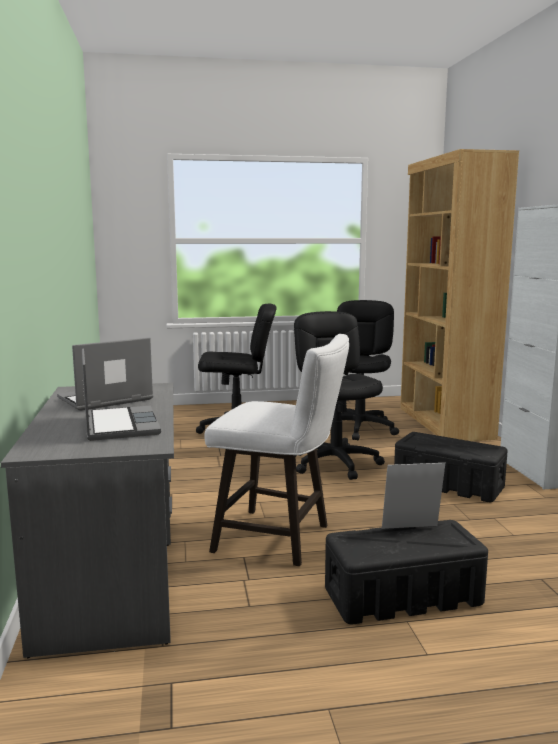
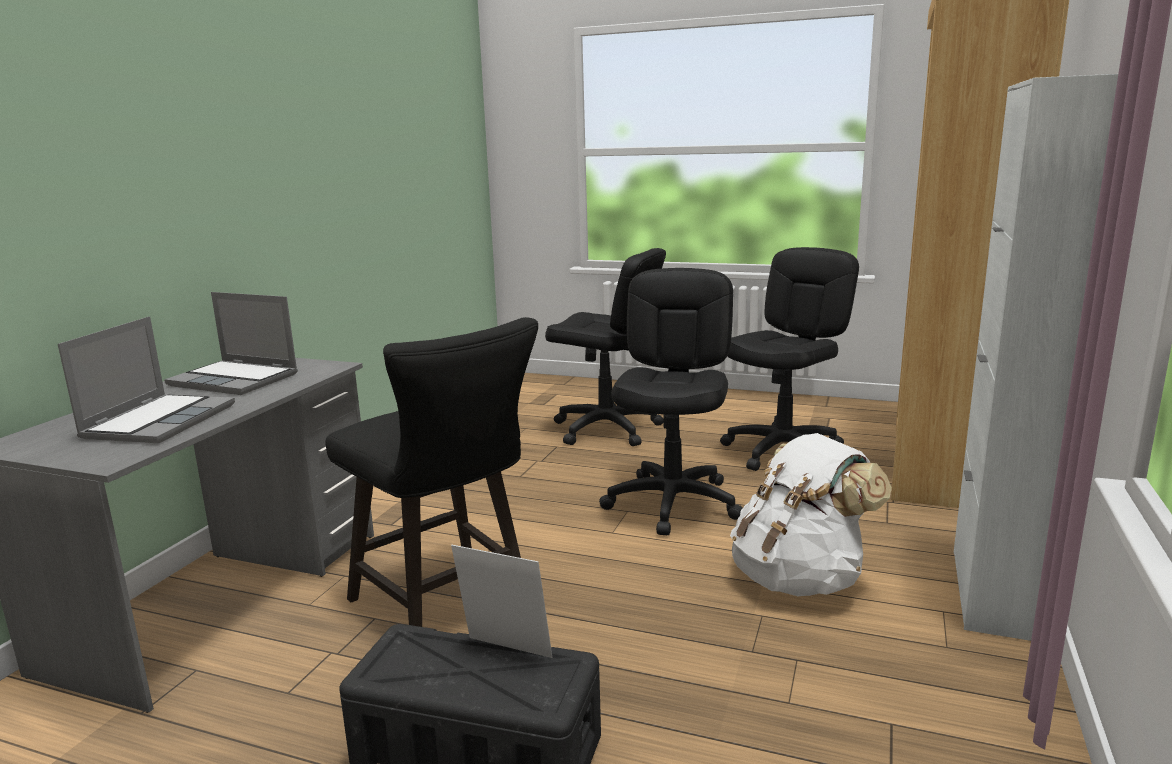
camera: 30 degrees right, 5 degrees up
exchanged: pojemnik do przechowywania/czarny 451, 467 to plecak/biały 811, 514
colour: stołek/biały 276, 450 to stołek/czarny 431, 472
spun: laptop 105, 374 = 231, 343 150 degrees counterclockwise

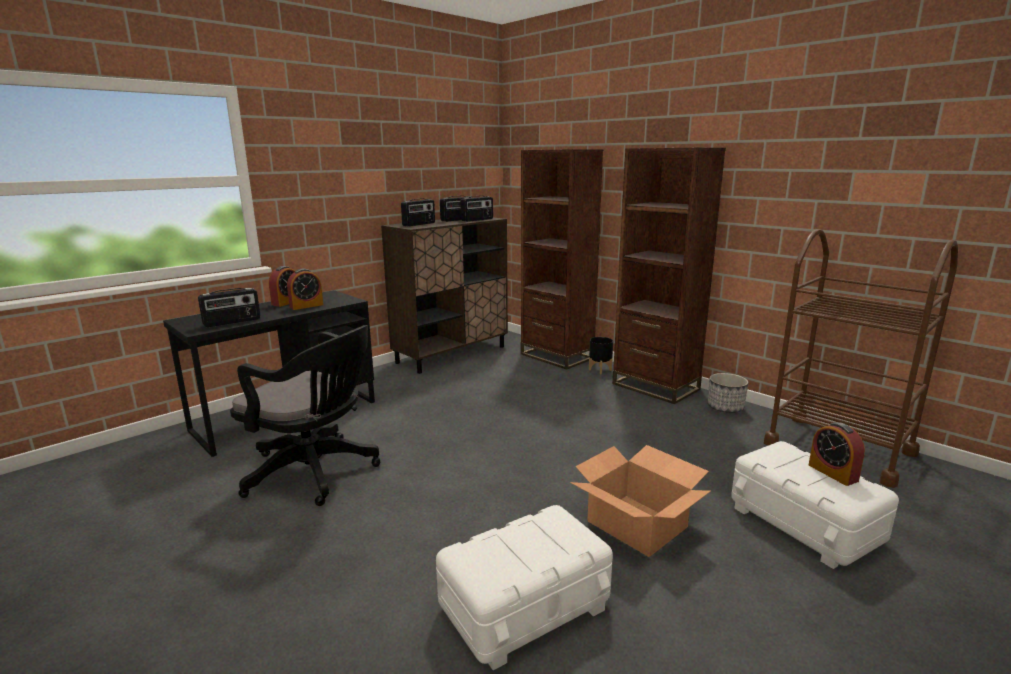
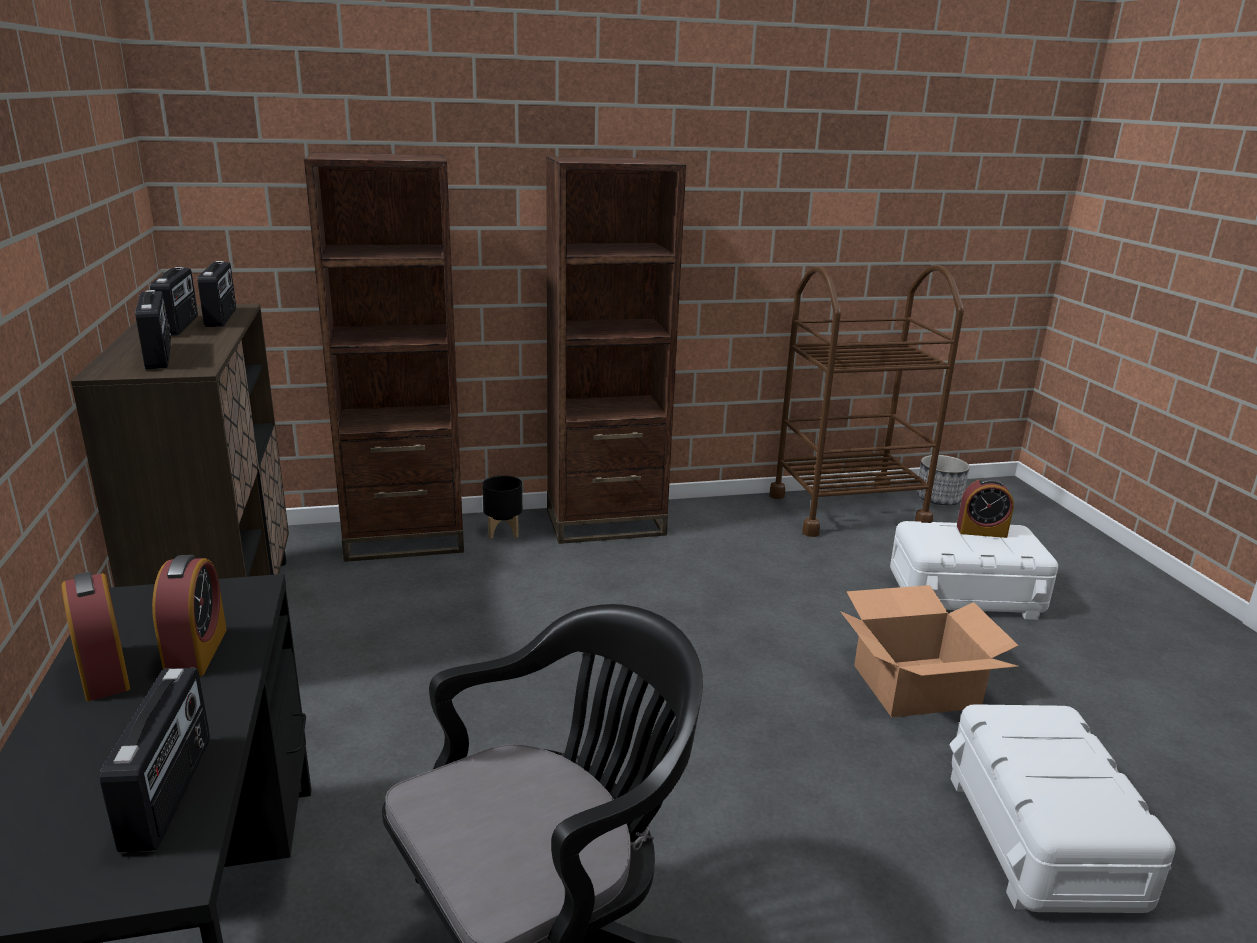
camera: 60 degrees left, 5 degrees up
relocated: donica 728, 393 to 943, 480

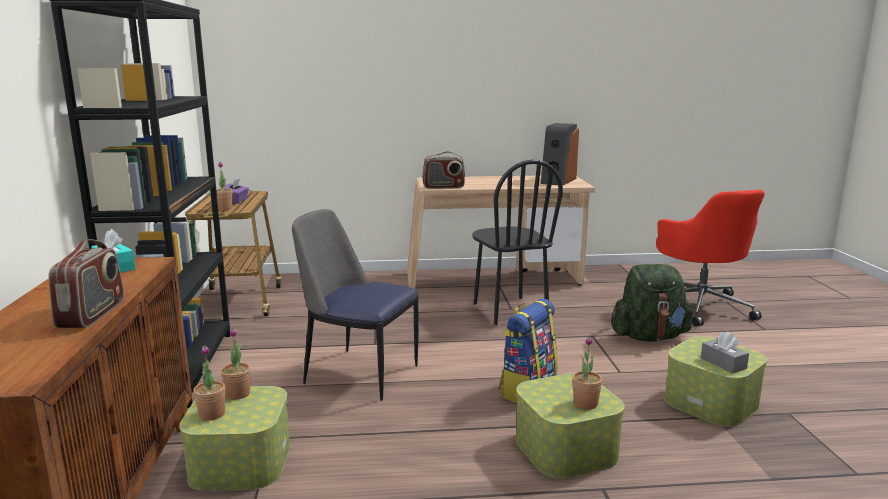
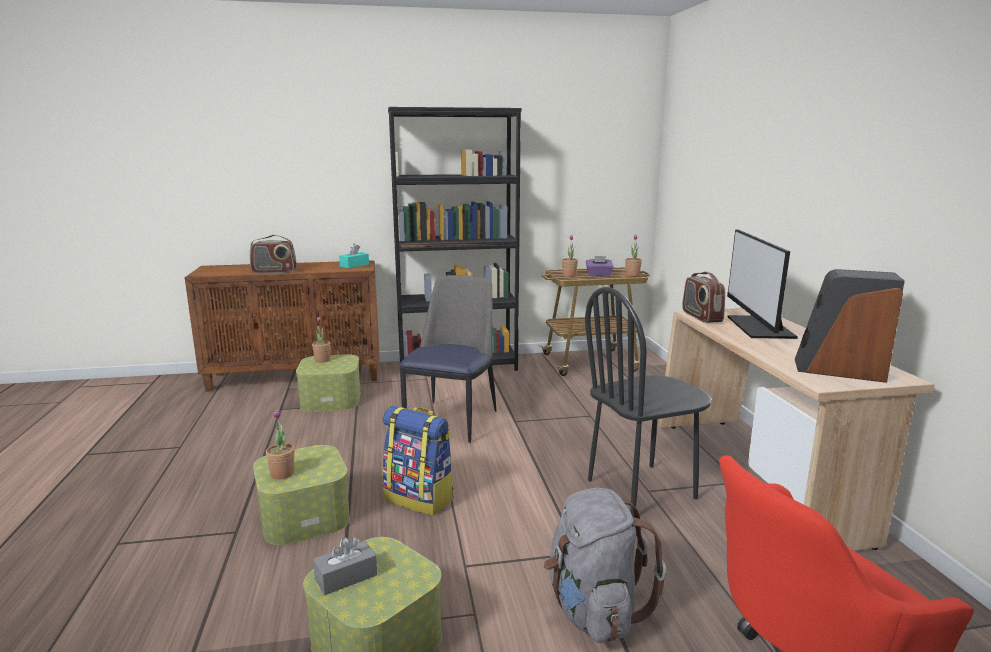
camera: 85 degrees right, 0 degrees up
appeared: monitor 762, 284
relocated: roślina doniczkowa 236, 364 to 633, 256
colour: plecak/zielony 652, 303 to plecak/szary 605, 565

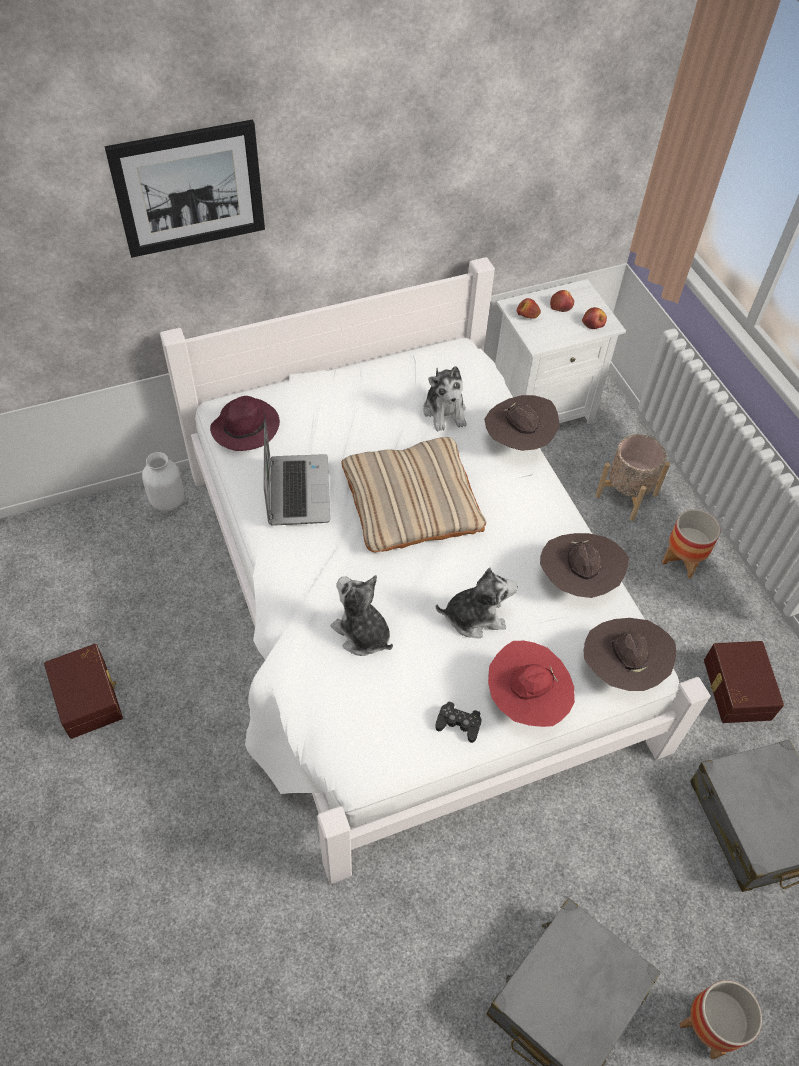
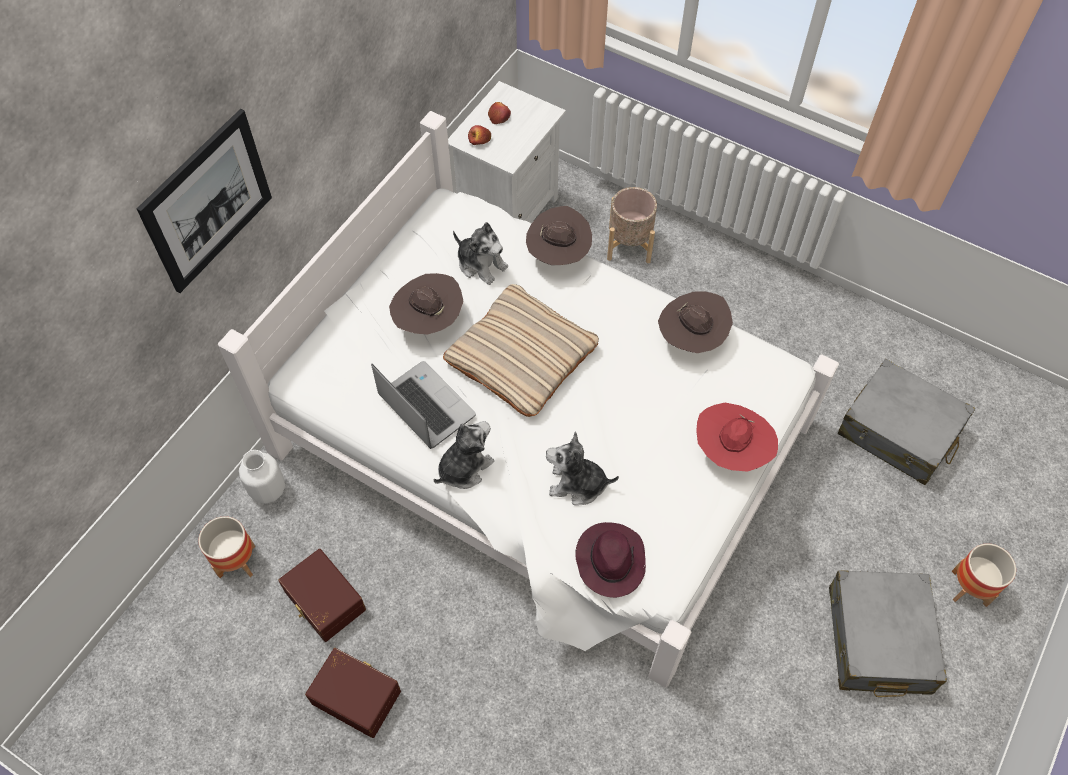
camera: 35 degrees left, 5 degrees up
missing: pad do gier/czarny 458, 722; jabłko 594, 318
relocated: kapelusz/fioletowy 245, 423 to 610, 560; pluszak 477, 602 to 464, 455; kapelusz/brązowy 630, 654 to 426, 304; donica 691, 543 to 227, 547; pojemnik do przechowywania/brązowy 744, 682 to 322, 595

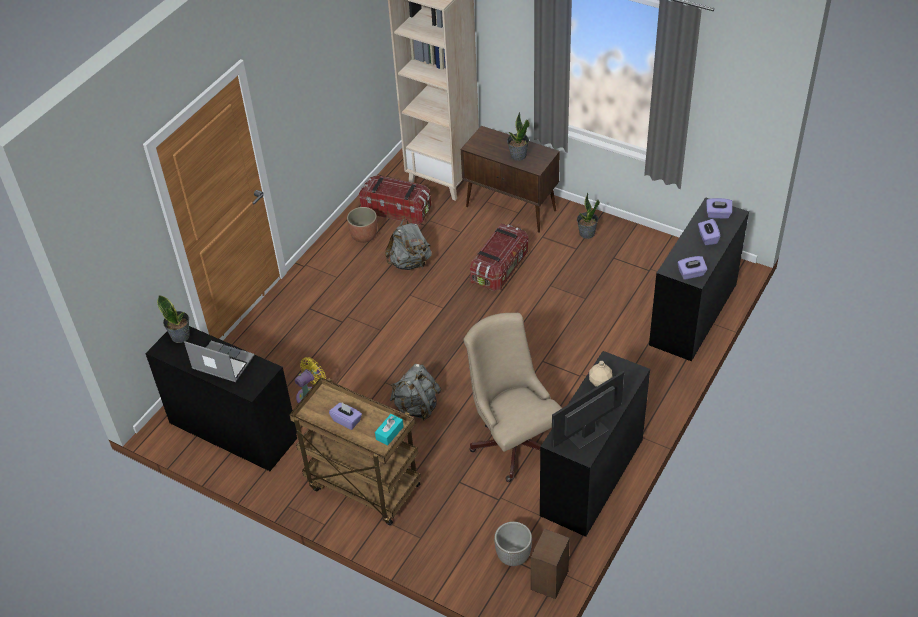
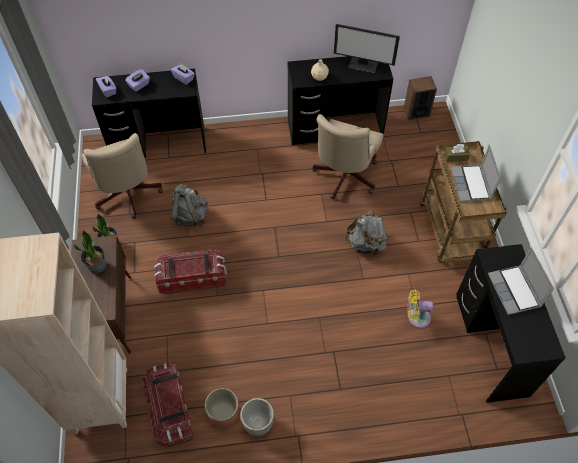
camera: 130 degrees left, 10 degrees up
missing: roślina doniczkowa 173, 319
appeared: krzesło biurowe/beżowy 122, 176
relocated: plecak/szary 408, 244 to 189, 205; donica 513, 544 to 257, 417
exchanged: pudełko chusteczek/fioletowy 345, 416 to laptop 476, 173
colour: pudełko chusteczek/turkusowy 389, 430 to pudełko chusteczek/brązowy 457, 153

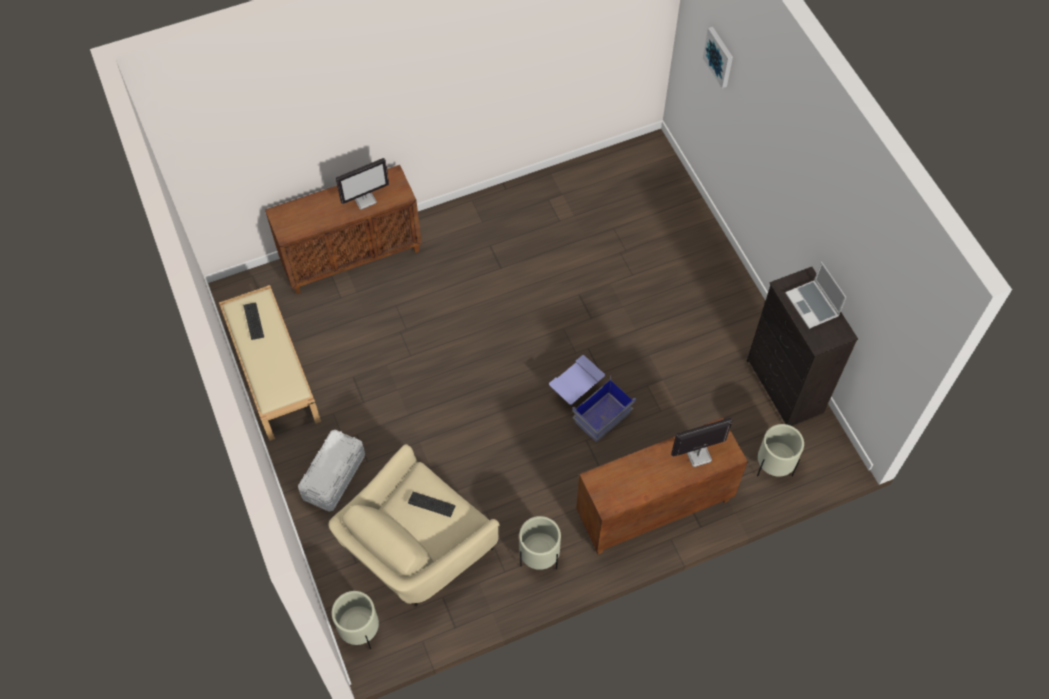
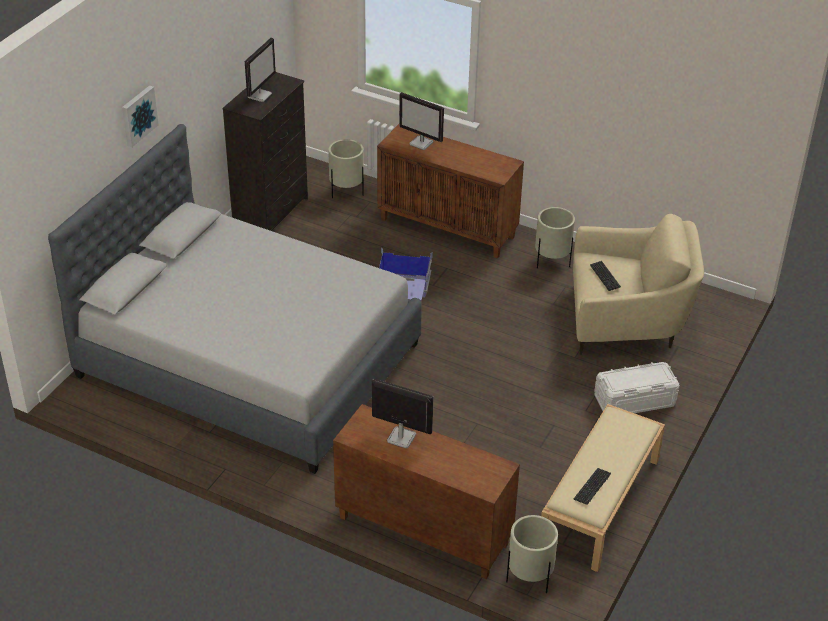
camera: 130 degrees left, 20 degrees down
appeared: łóżko/szary 235, 299
relocated: donica/beżowy 355, 620 to 532, 554; obraz 718, 57 to 140, 116
exchanged: laptop 815, 295 to monitor 260, 69

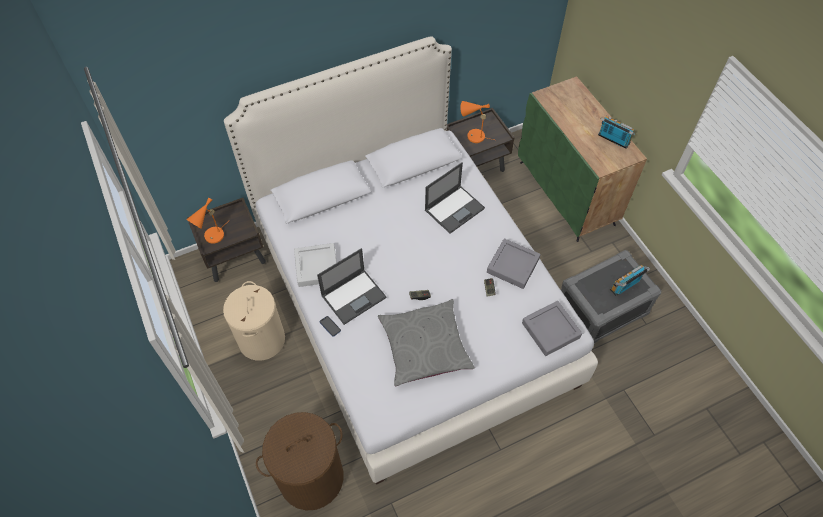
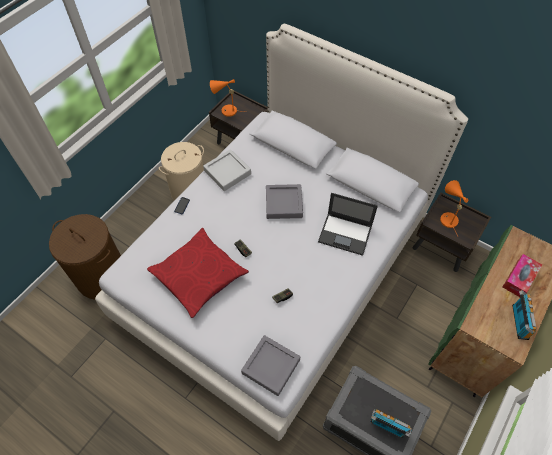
camera: 60 degrees right, 0 degrees up
missing: laptop 351, 286
appeared: pudełko chusteczek 522, 275
relocated: taca/szary 514, 263 to 284, 201
colour: poduszka/szary 426, 342 to poduszka/czerwony 198, 273

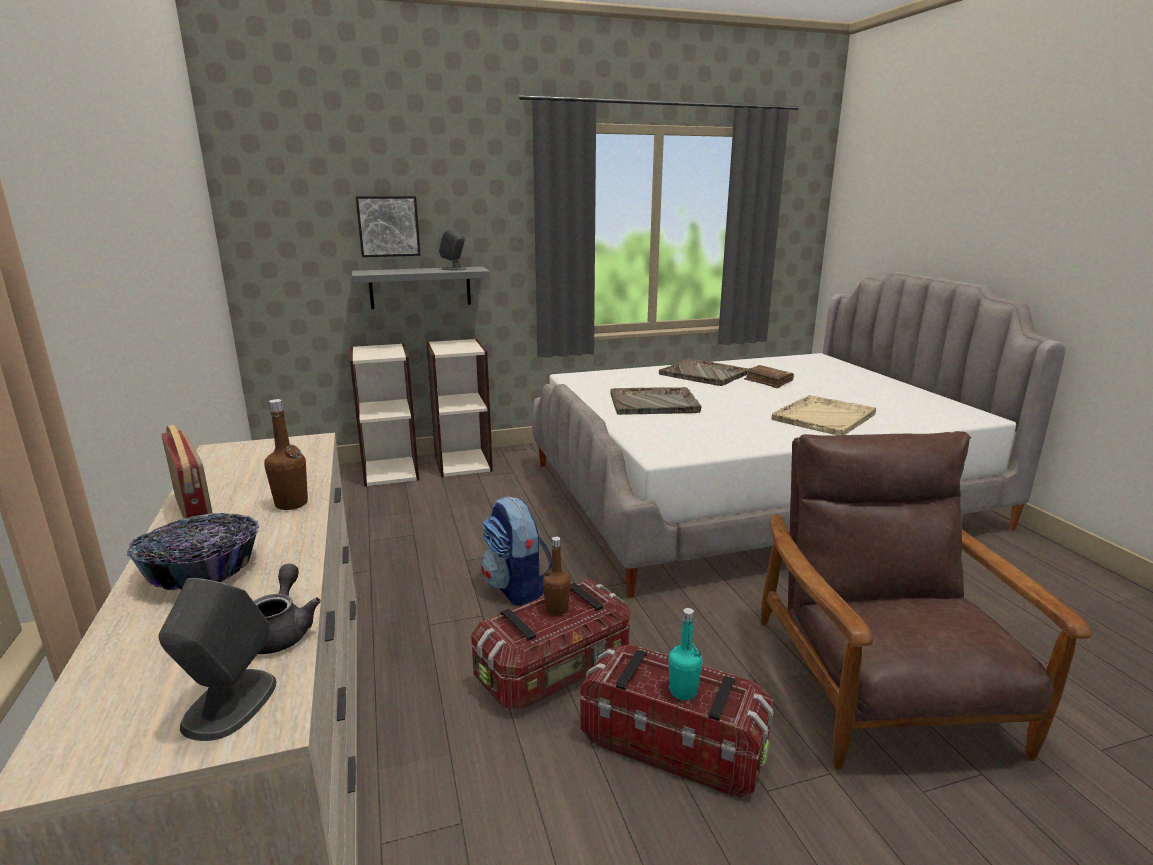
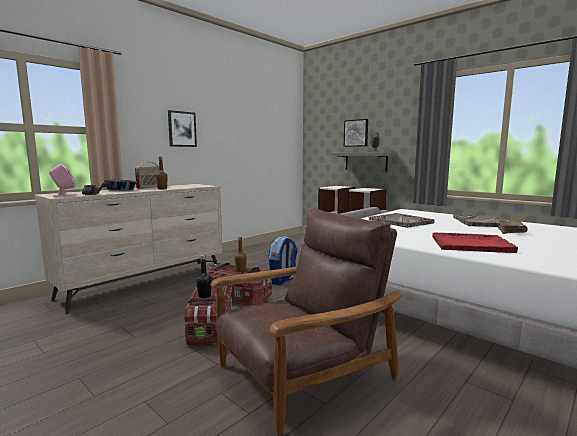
camera: 60 degrees right, 10 degrees down
appeared: obraz 182, 128
colour: głośnik/szary 217, 659 to głośnik/różowy 63, 180; butelka/turkusowy 685, 654 to butelka/czarny 204, 276; taca/beżowy 824, 415 to taca/czerwony 475, 242

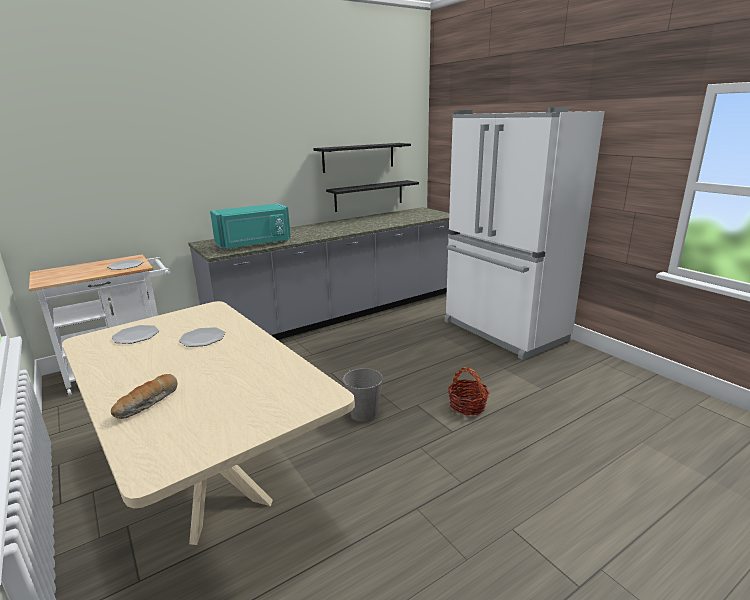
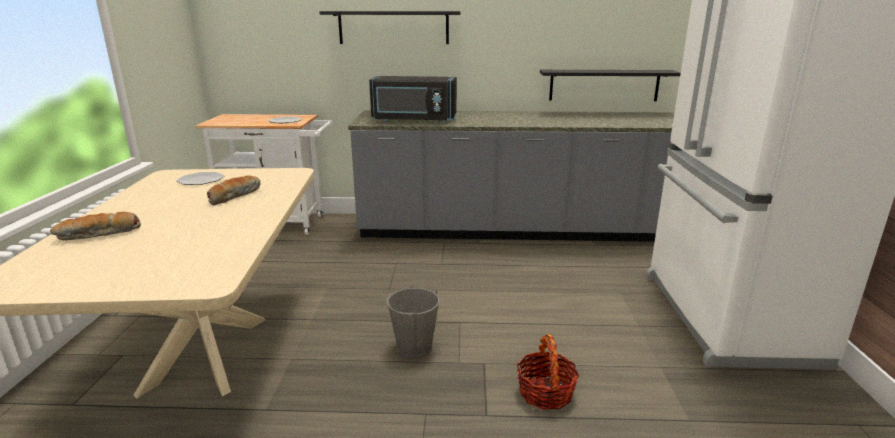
camera: 35 degrees right, 0 degrees up
relocated: półka/czarny 362, 158 to 390, 27
exchanged: talerz 202, 337 to chleb 234, 190
colour: mikrofalówka/turkusowy 250, 226 to mikrofalówka/czarny 413, 99

